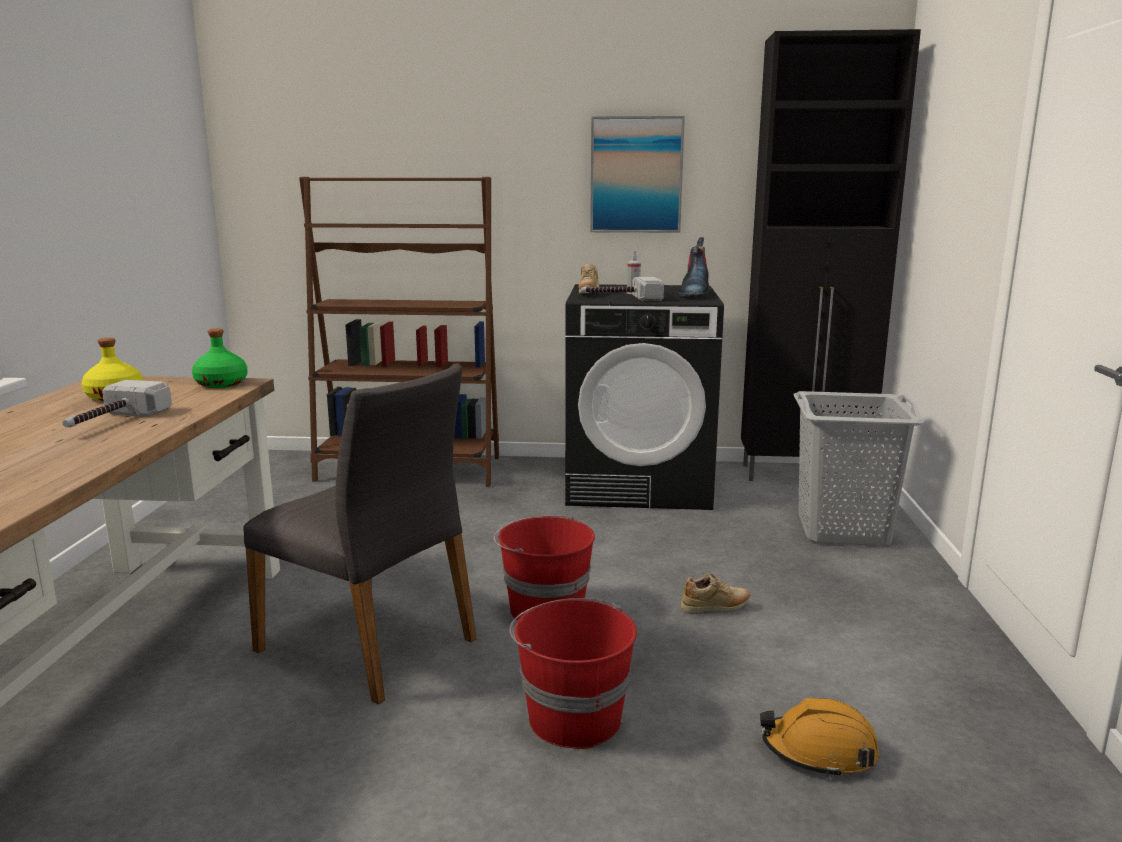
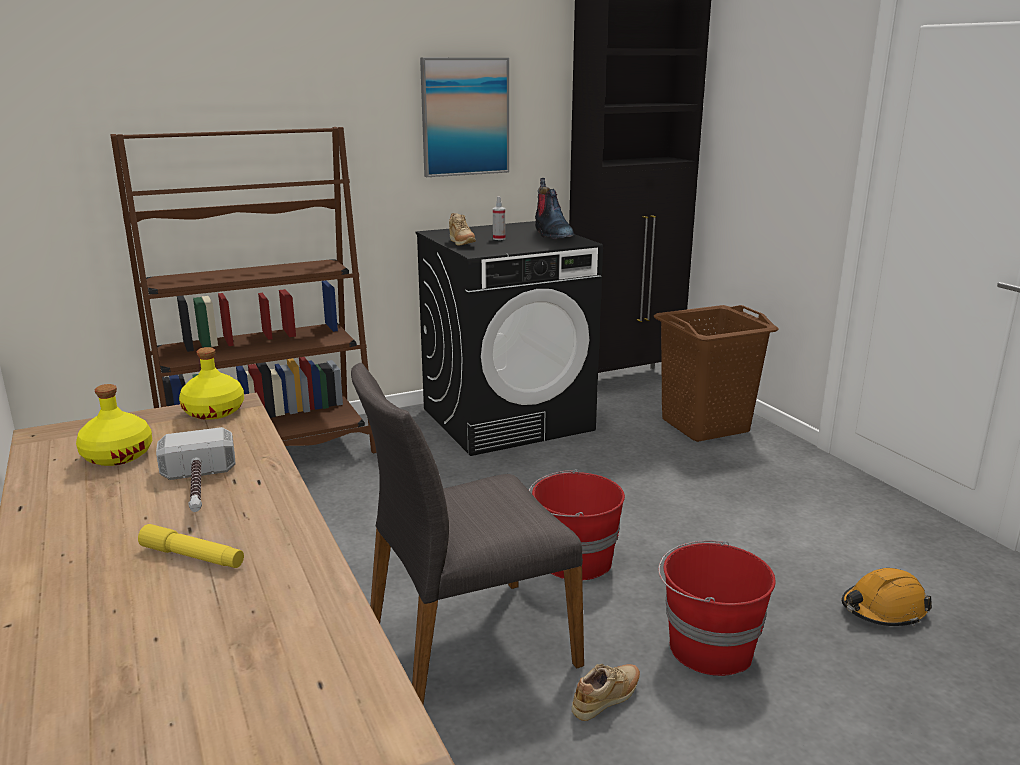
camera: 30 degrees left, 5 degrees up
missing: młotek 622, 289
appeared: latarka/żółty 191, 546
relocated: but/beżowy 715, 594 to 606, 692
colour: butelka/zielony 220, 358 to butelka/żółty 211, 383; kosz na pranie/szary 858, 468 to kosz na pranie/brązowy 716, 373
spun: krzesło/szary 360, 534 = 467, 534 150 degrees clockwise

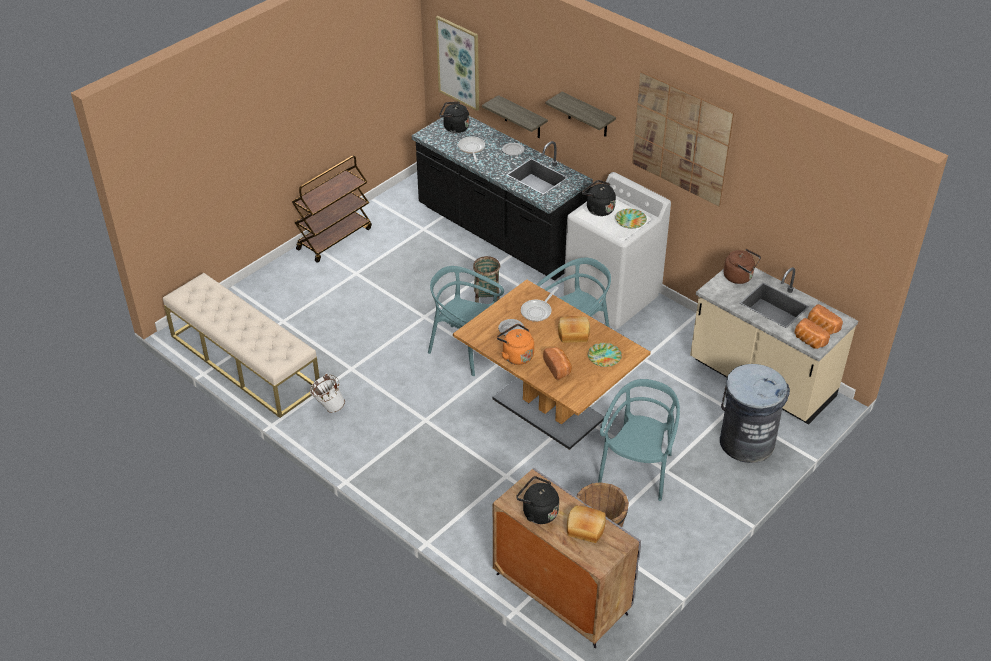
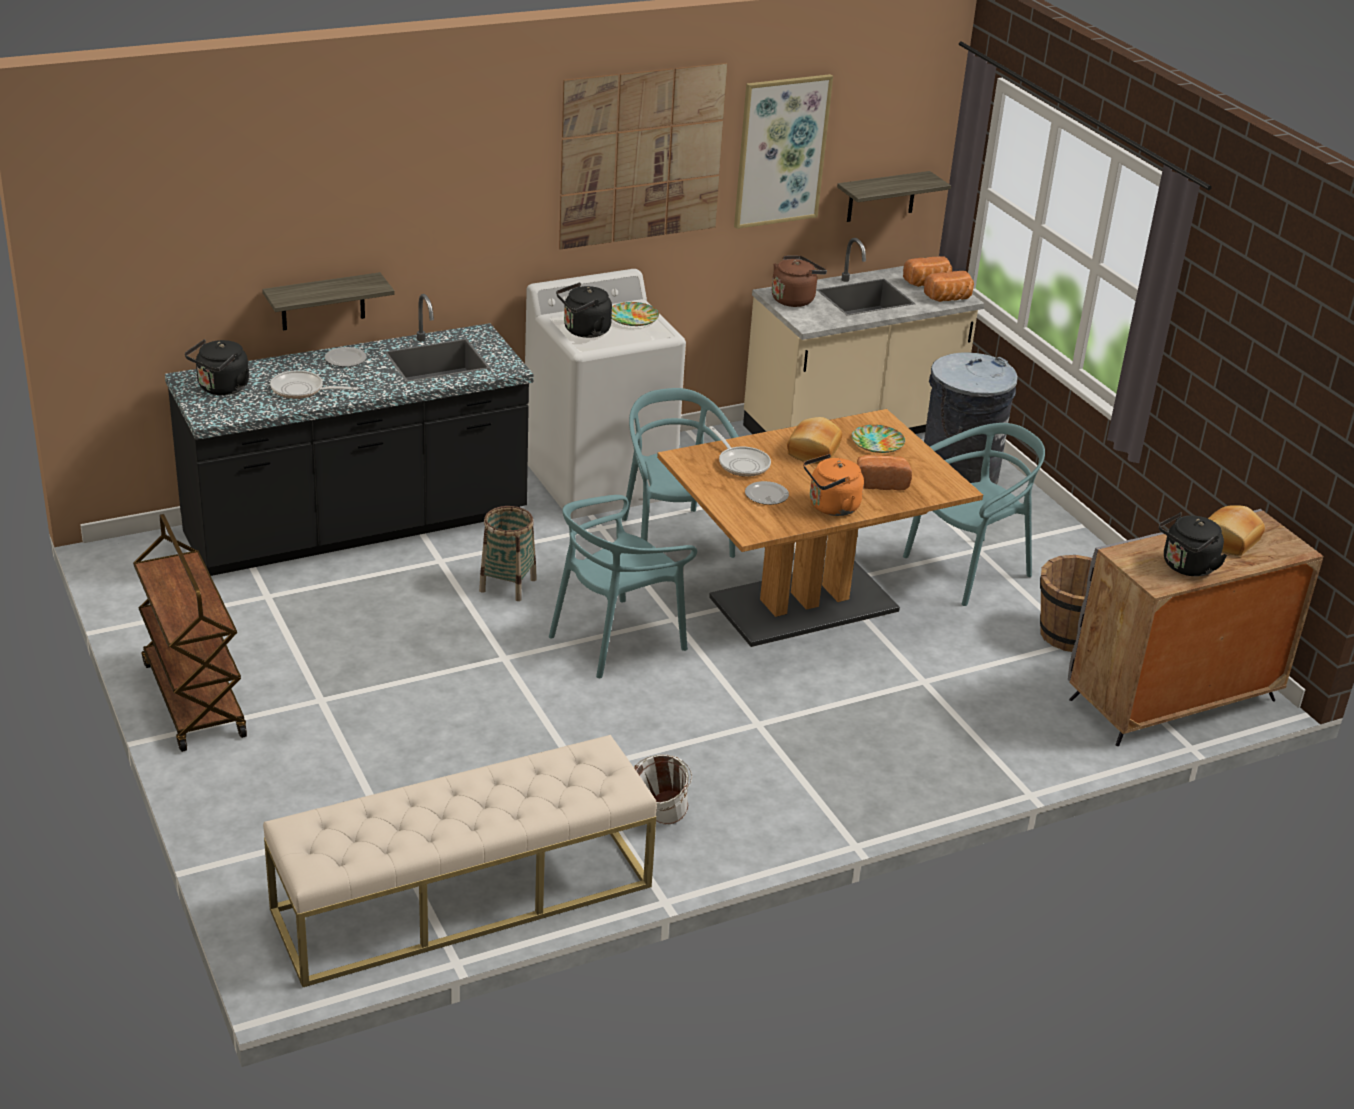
camera: 70 degrees left, 10 degrees down
relocated: obraz 457, 63 to 783, 151; półka 580, 114 to 894, 196
spun: krzesło/turkusowy 639, 440 = 974, 514 105 degrees clockwise

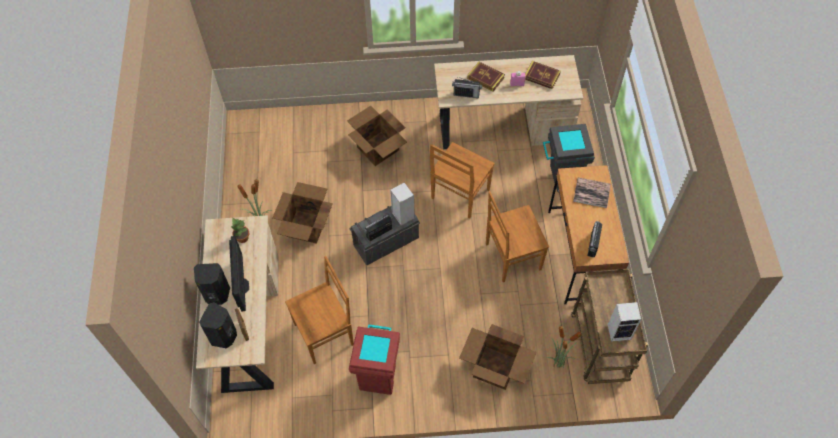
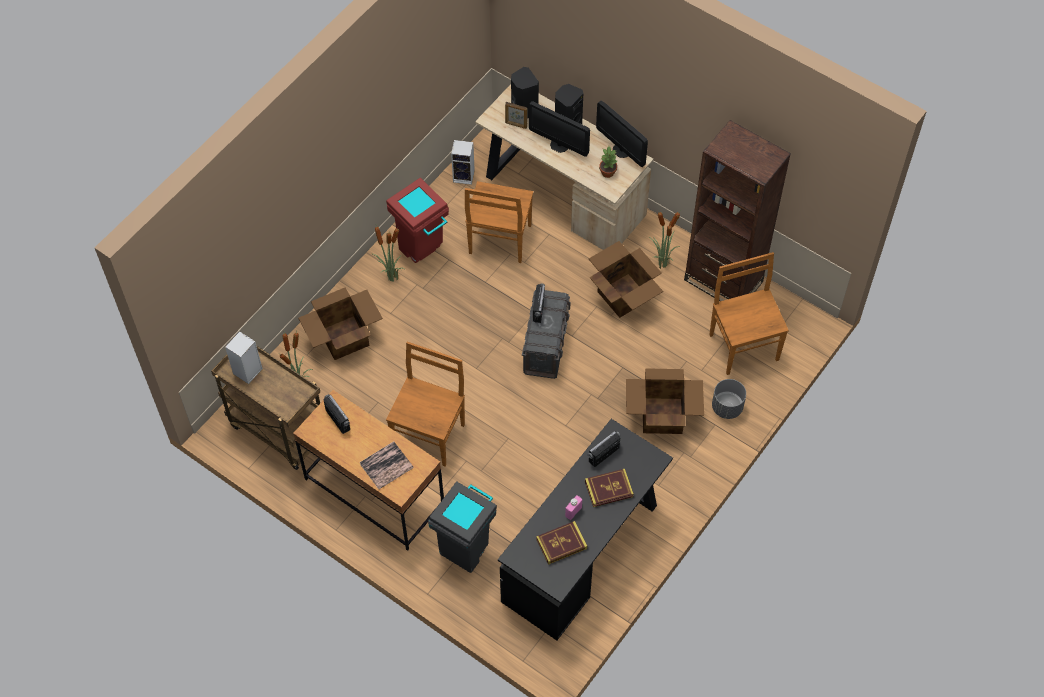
camera: 130 degrees right, 0 degrees up
appeared: roślina doniczkowa 388, 254; monitor 622, 134; regał/brązowy 737, 210; donica/szary 729, 399
relocated: głośnik 402, 203 to 463, 162; krzesło/brązowy 462, 180 to 749, 313
colour: biurko/beżowy 508, 102 to biurko/czarny 585, 530

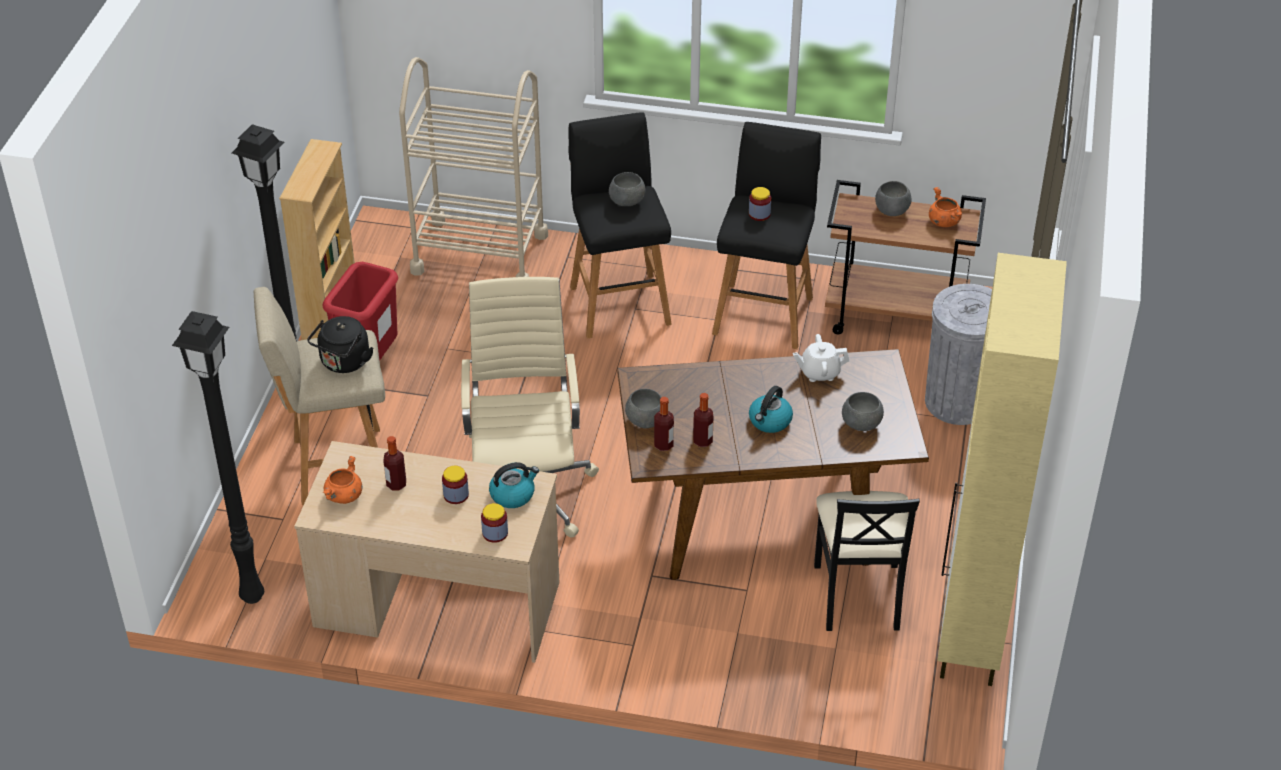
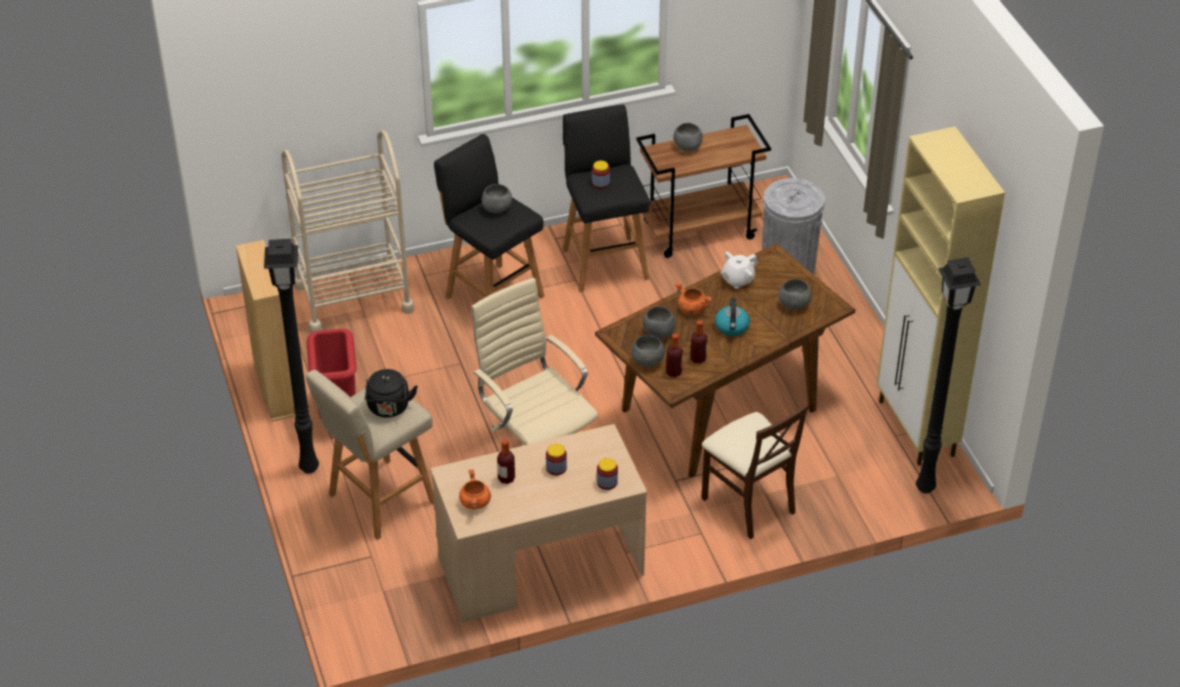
camera: 30 degrees left, 0 degrees up
missing: czajnik 514, 485; krzesło/czarny 867, 561
appeared: miska/szary 659, 322; krzesło/beżowy 755, 471
relocated: lampa stojąca/czarny 218, 457 to 948, 375; garnek/pomarańczowy 946, 207 to 693, 298

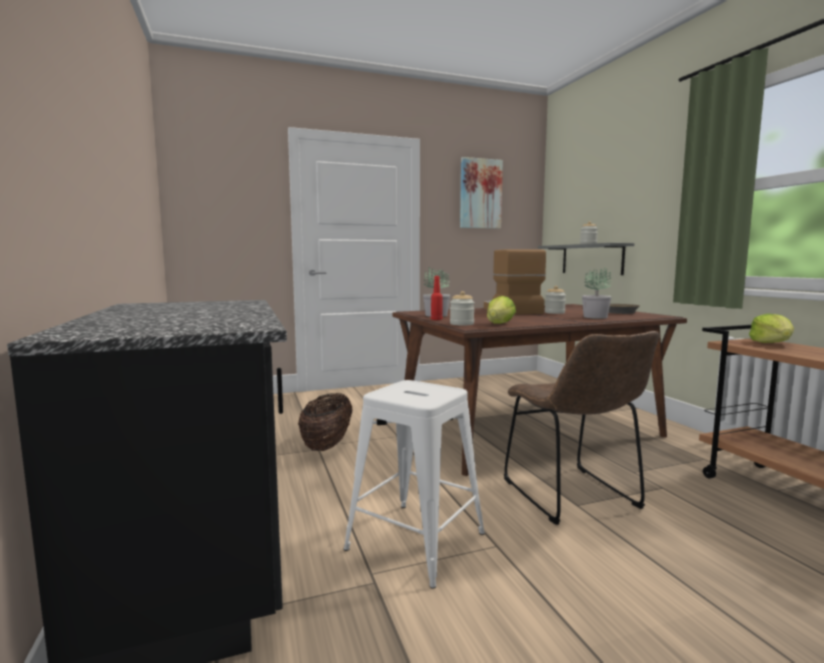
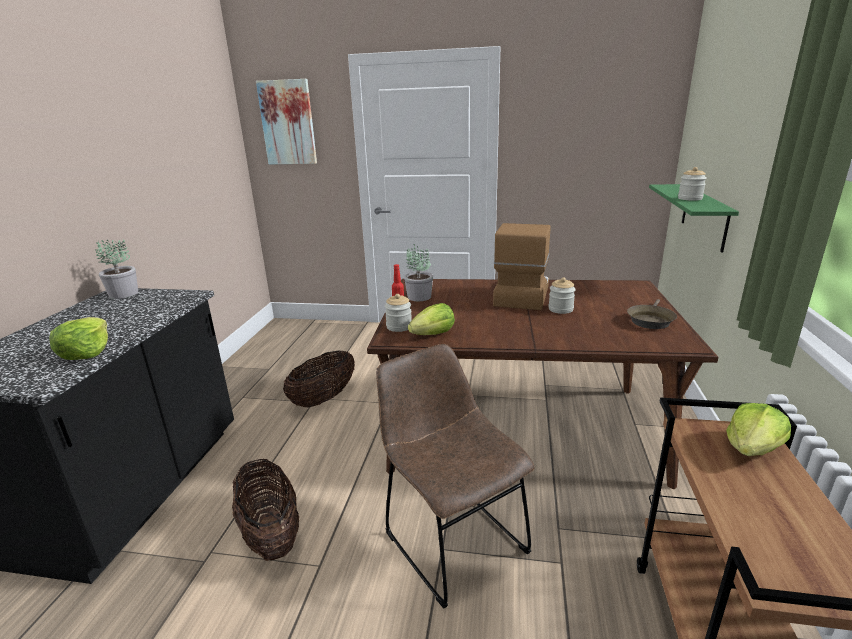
camera: 30 degrees right, 15 degrees up
appeared: sałata 78, 338
relocated: obraz 481, 193 to 286, 121; roślina doniczkowa 597, 293 to 116, 269
exchanged: stołek/biały 414, 484 to koszyk 265, 510
colour: półka/szary 586, 259 to półka/zielony 694, 218
spun: krzesło/brązowy 581, 428 = 455, 476 135 degrees clockwise

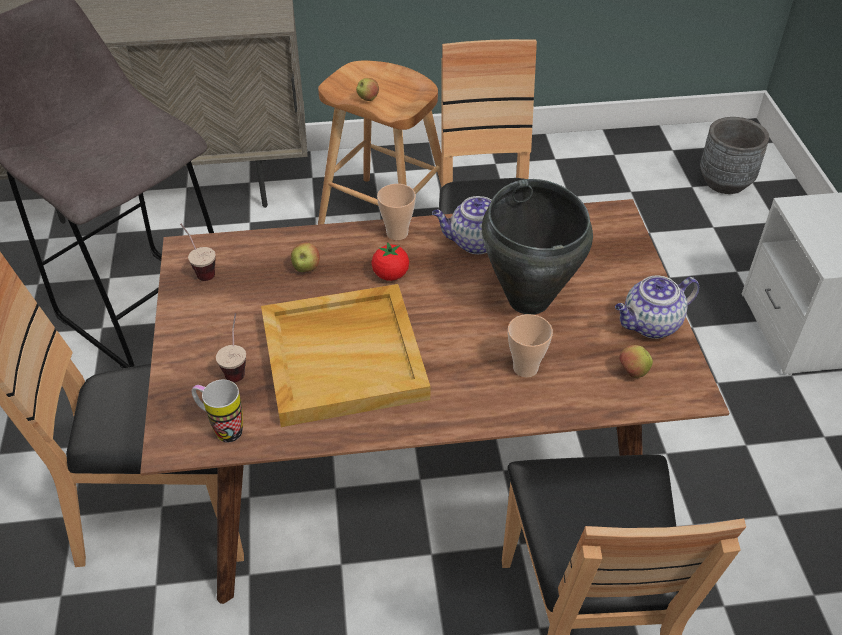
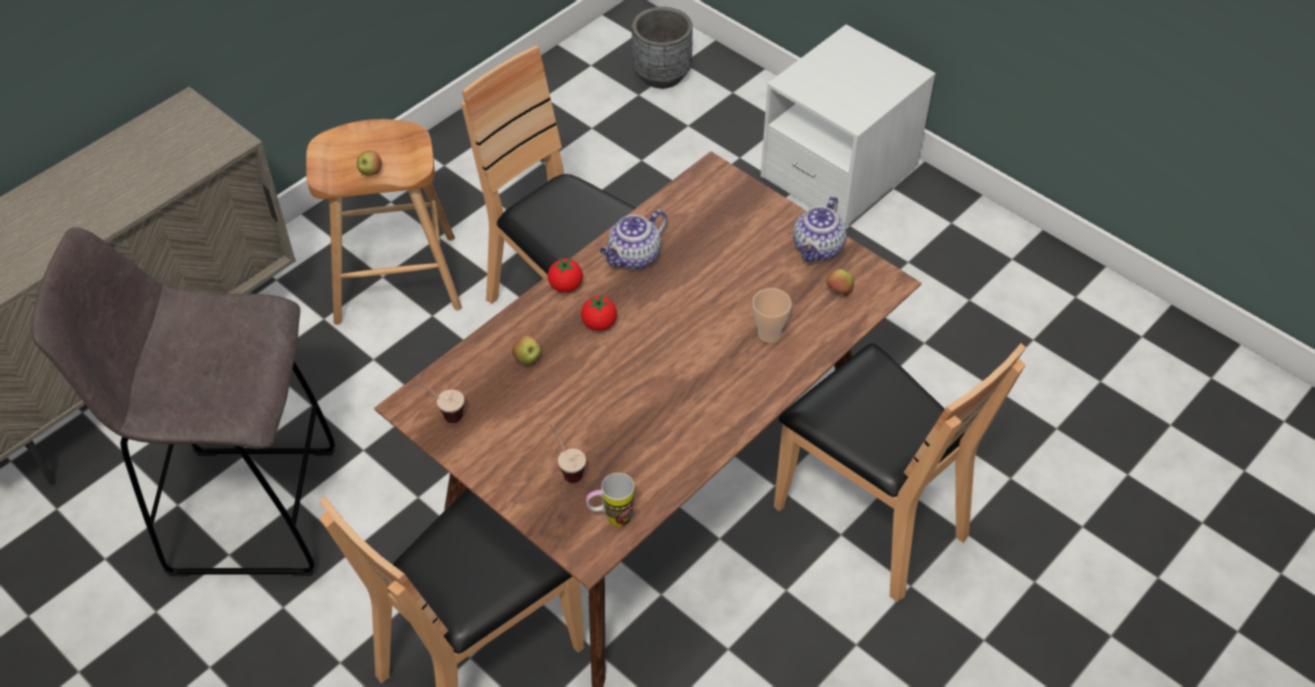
camera: 40 degrees left, 5 degrees up
missing: taca/beżowy 345, 355; garnek/czarny 537, 247
exchanged: filiżanka 396, 212 to pomidor 565, 275

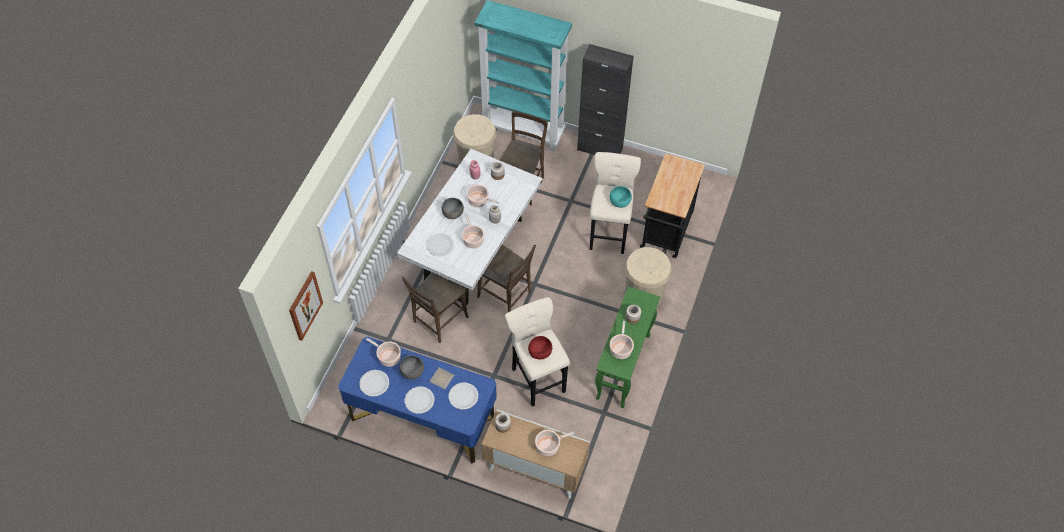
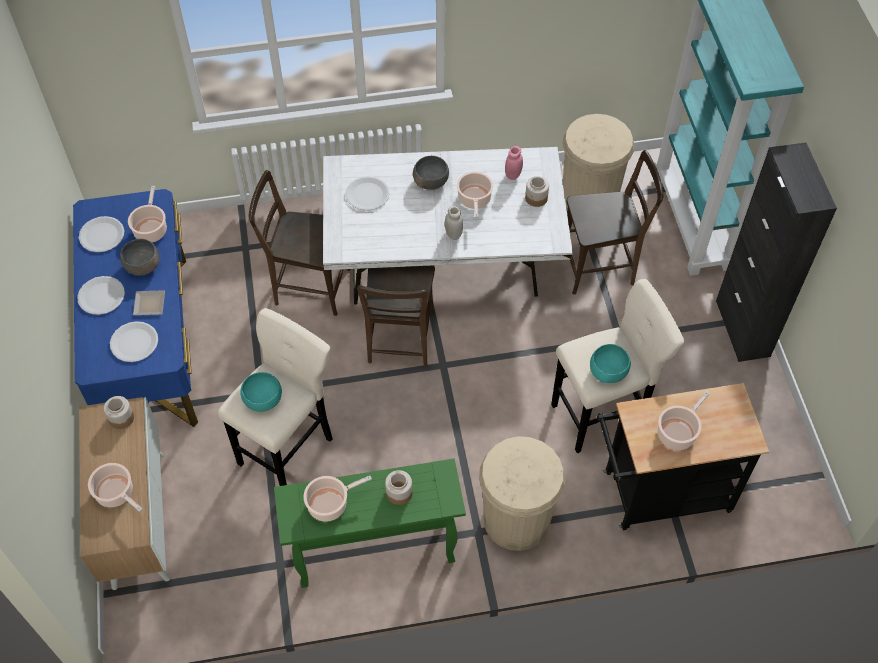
camera: 60 degrees right, 0 degrees up
missing: obraz 306, 306
relocated: garnek 473, 231 to 684, 420
colour: miska/czerwony 540, 347 to miska/turkusowy 261, 392

